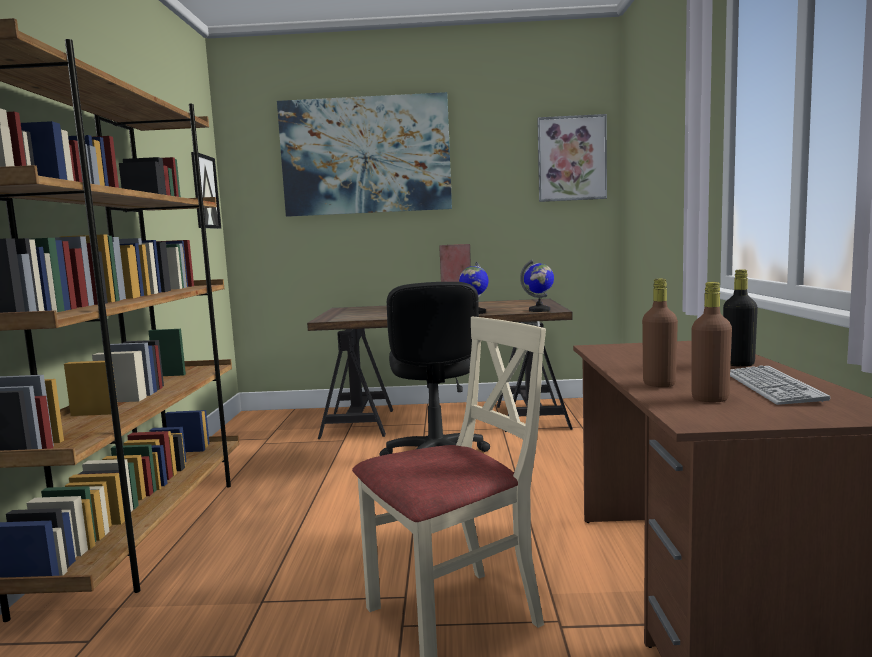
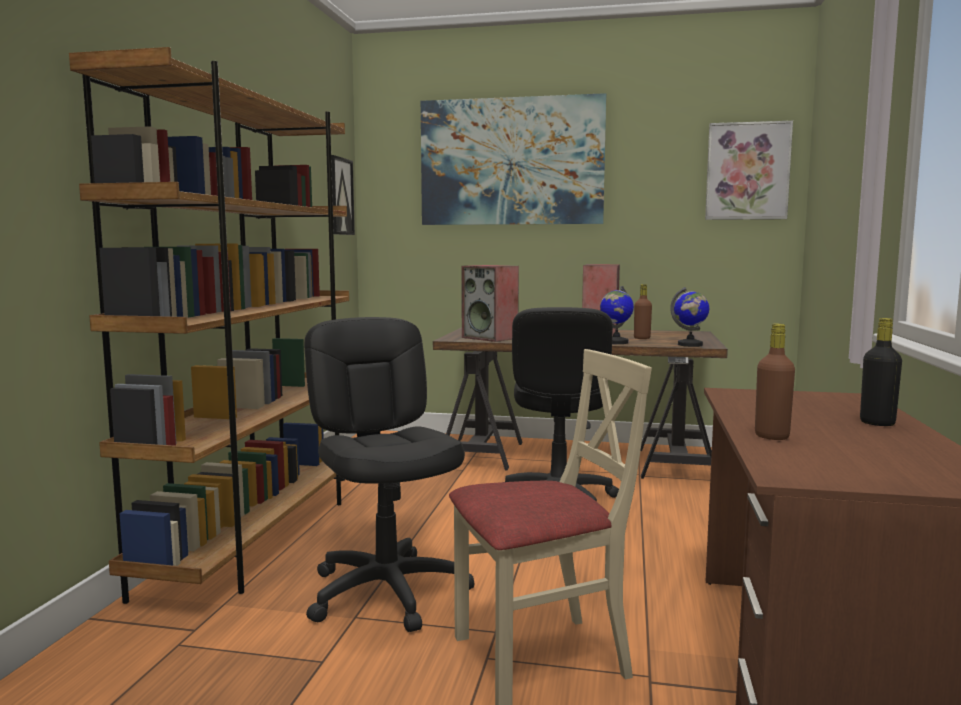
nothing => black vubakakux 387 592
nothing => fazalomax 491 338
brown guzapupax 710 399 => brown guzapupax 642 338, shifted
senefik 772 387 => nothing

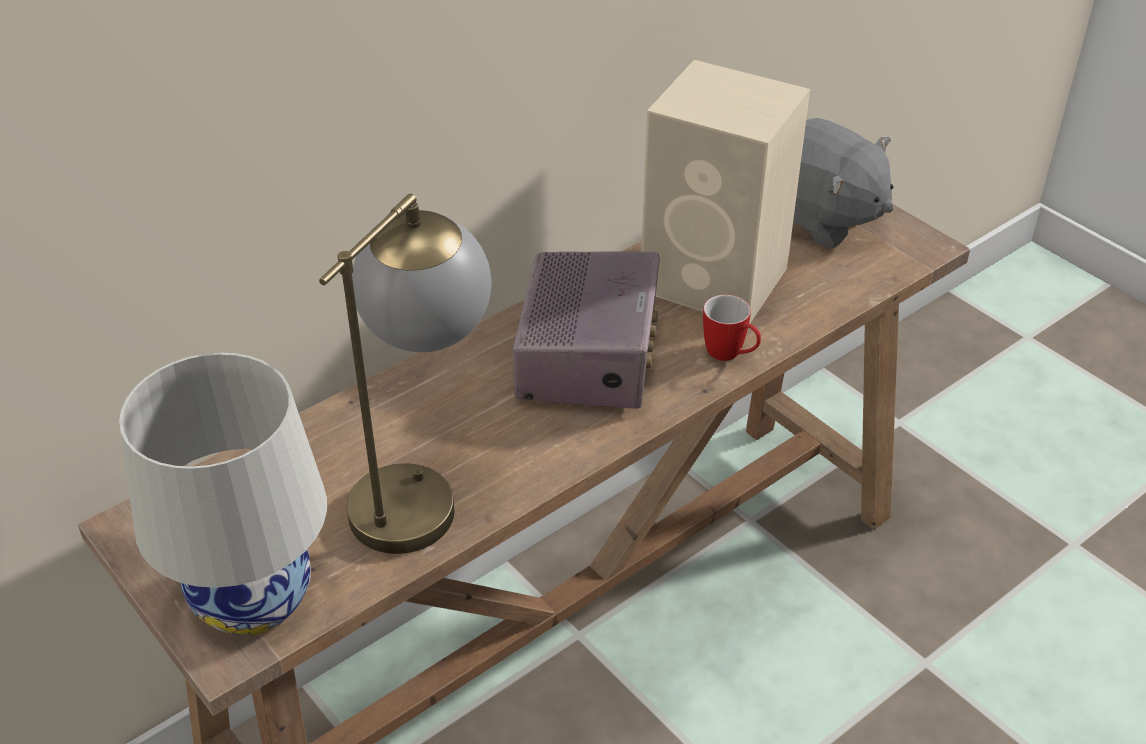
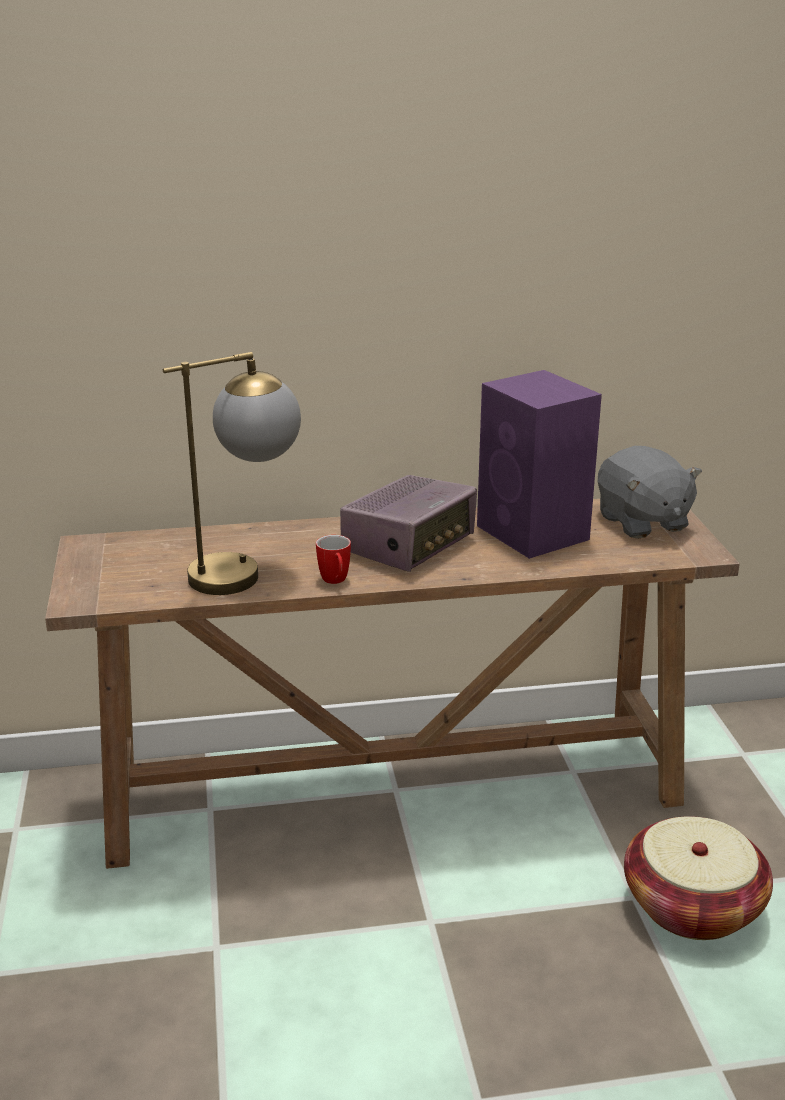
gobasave 730 355 => gobasave 335 582, shifted
beige fazalomax 717 280 => purple fazalomax 534 534
nothing => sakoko 692 906
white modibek 253 598 => nothing

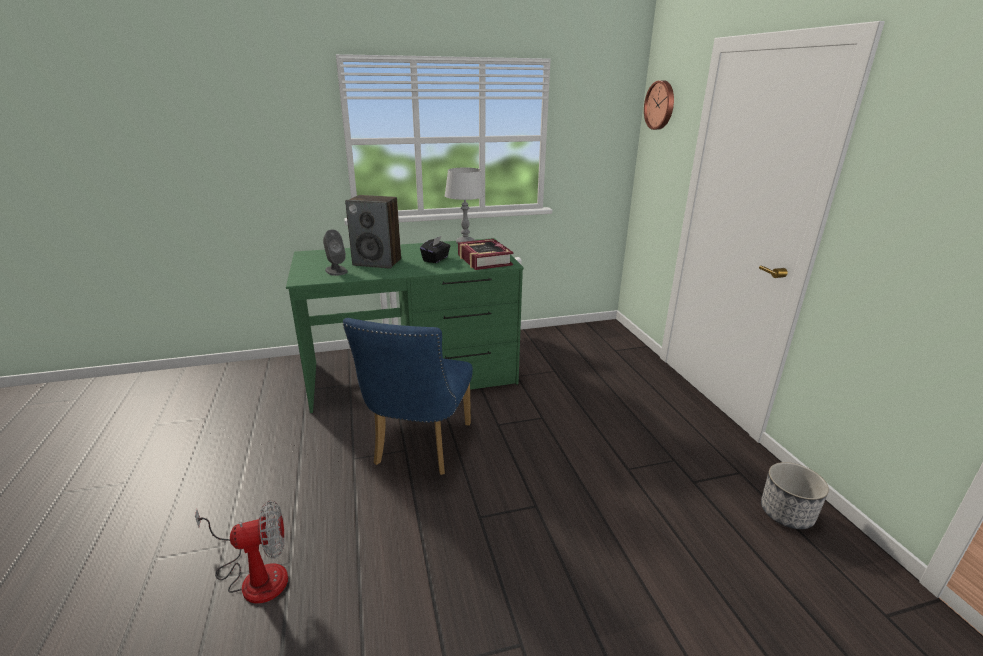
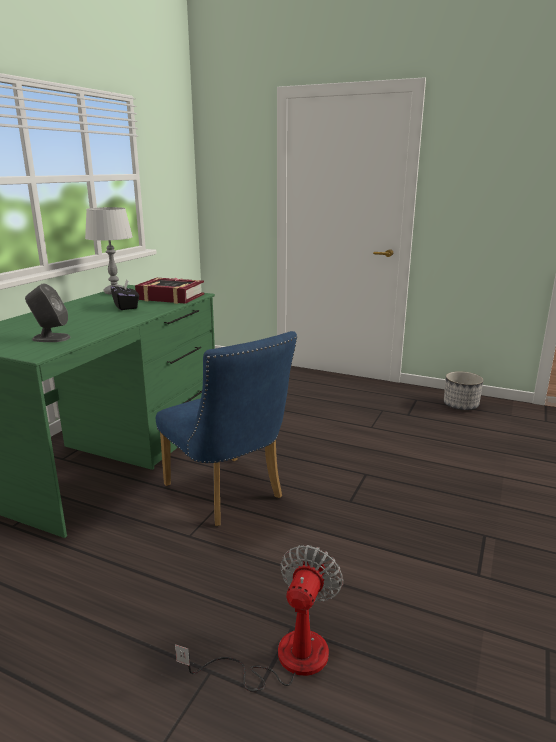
fazalomax 378 262 => nothing
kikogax 660 105 => nothing

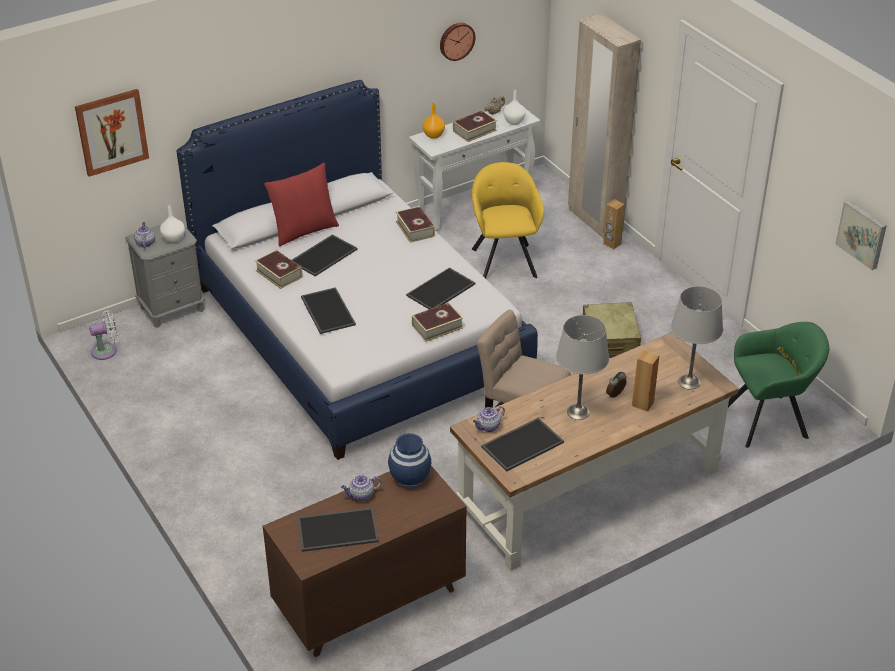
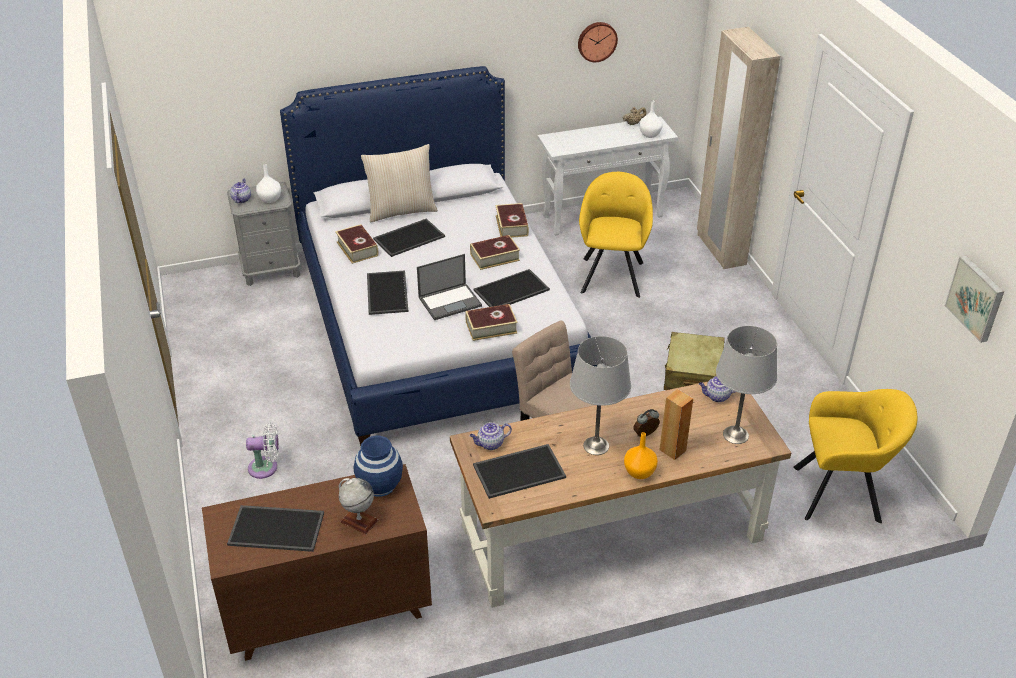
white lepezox 107 351 => white lepezox 266 467, shifted
nothing => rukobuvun 359 521
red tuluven 303 230 => beige tuluven 401 210
nothing => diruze 450 301
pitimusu 474 131 => pitimusu 494 257, shifted
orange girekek 434 135 => orange girekek 640 472, shifted
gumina 361 495 => gumina 717 396, shifted
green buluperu 769 420 => yellow buluperu 842 494
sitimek 112 132 => nothing
brown fazalomax 612 244 => nothing

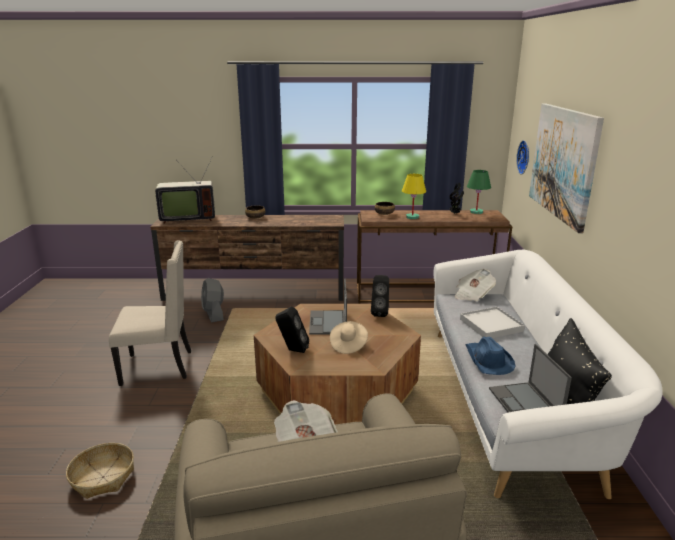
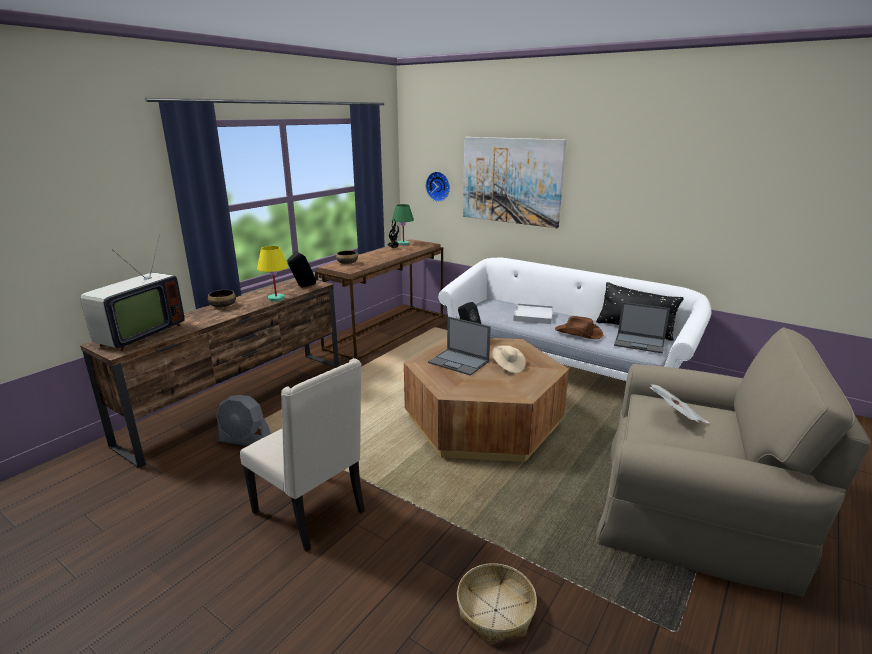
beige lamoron 159 367 => beige lamoron 312 512, 105 degrees clockwise
yellow modibek 412 217 => yellow modibek 276 298, shifted
black fazalomax 292 350 => black fazalomax 302 287, shifted
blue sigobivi 488 360 => brown sigobivi 579 333
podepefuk 472 295 => nothing

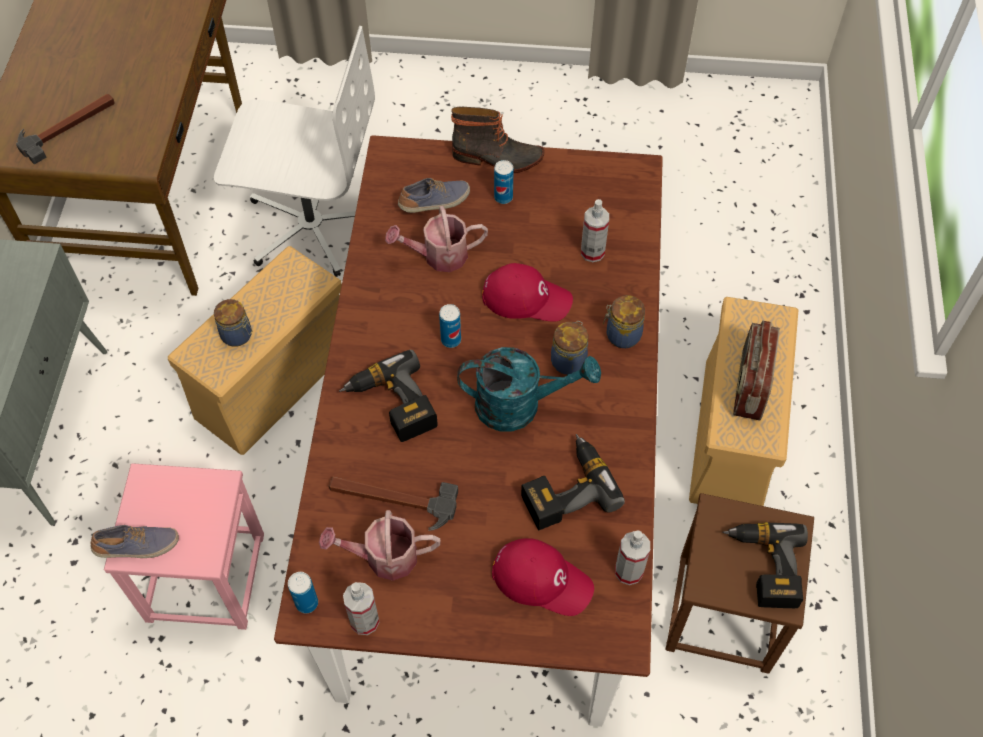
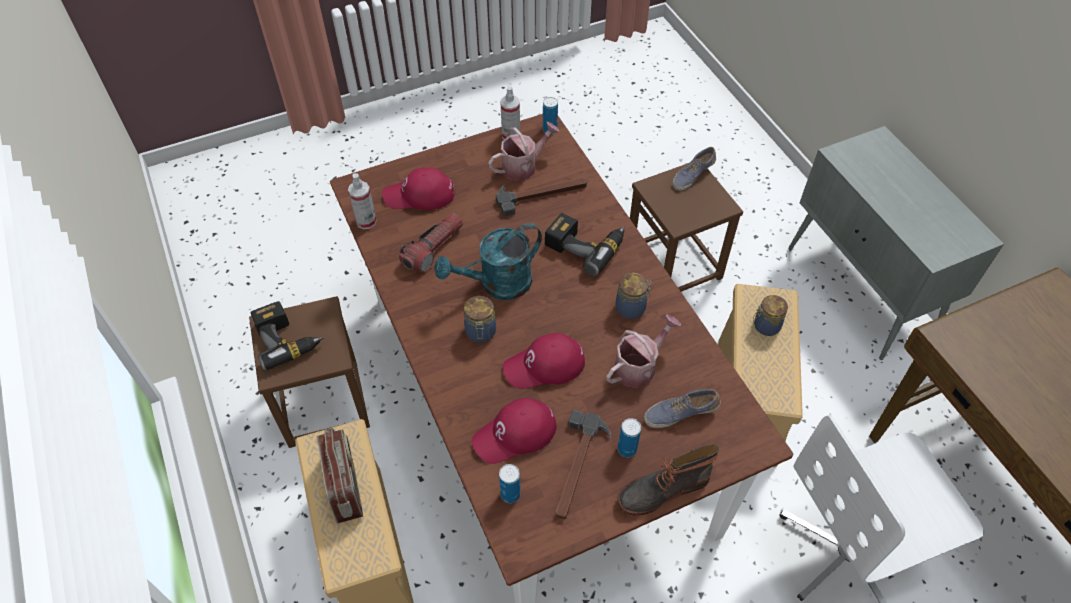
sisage 565 488 => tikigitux 433 248
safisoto 592 252 => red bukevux 515 434
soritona 451 340 => soritona 510 494, shifted
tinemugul 68 127 => tinemugul 577 467, shifted
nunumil 621 335 => nunumil 631 308, shifted
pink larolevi 204 576 => brown larolevi 674 265
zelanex 435 203 => zelanex 680 413, 45 degrees clockwise

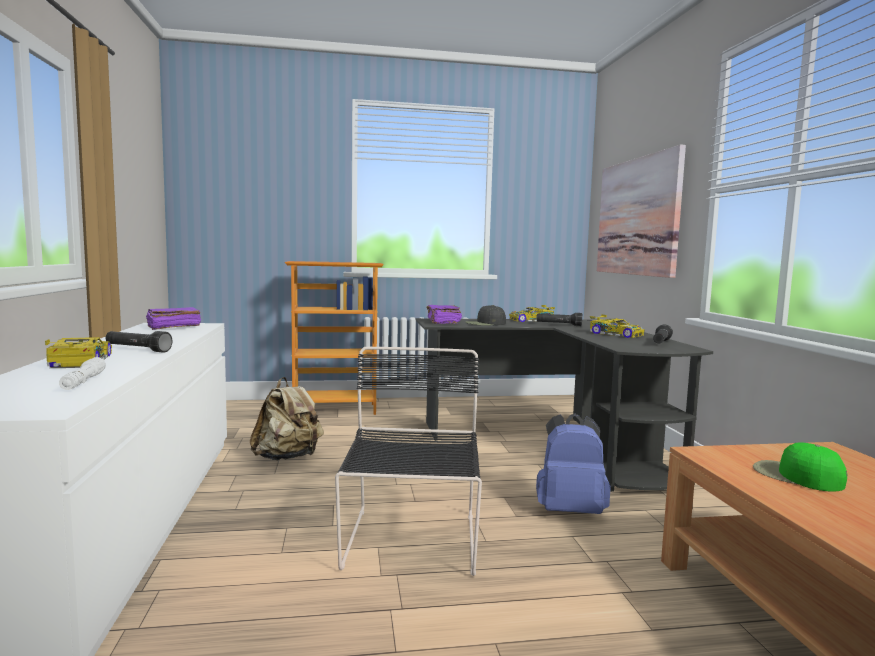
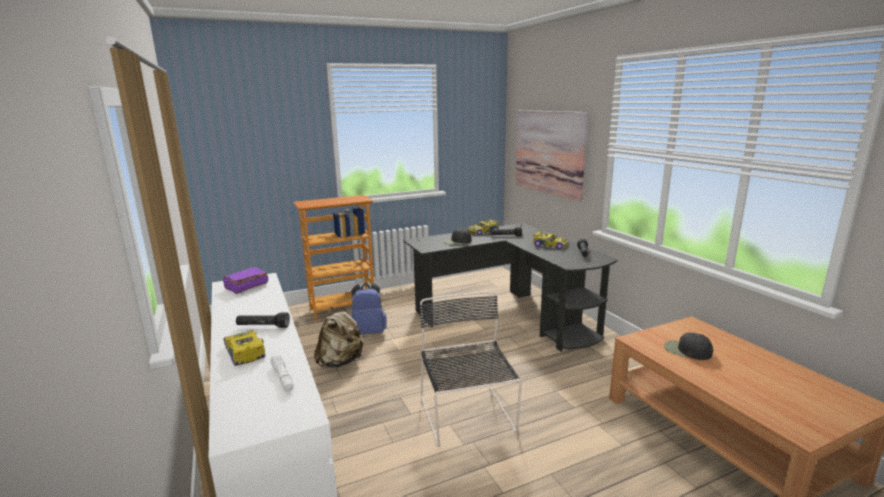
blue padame 570 510 => blue padame 368 332, shifted
green bukevux 796 476 => black bukevux 686 350
purple pitimusu 443 321 => nothing

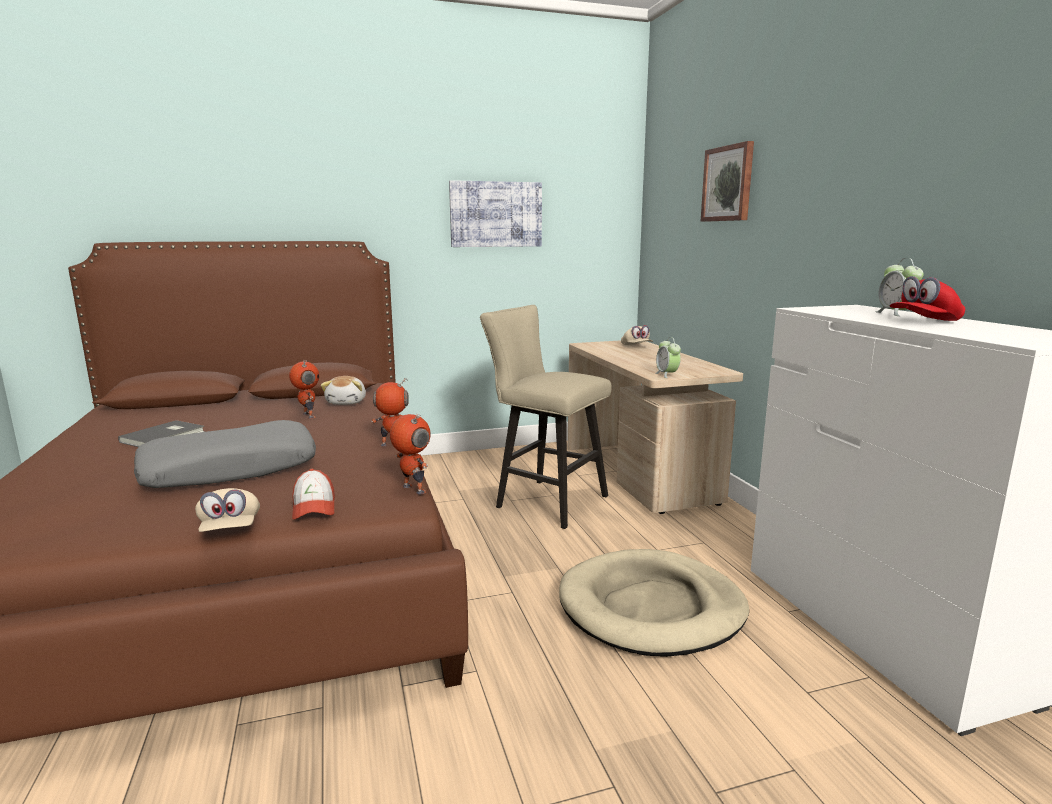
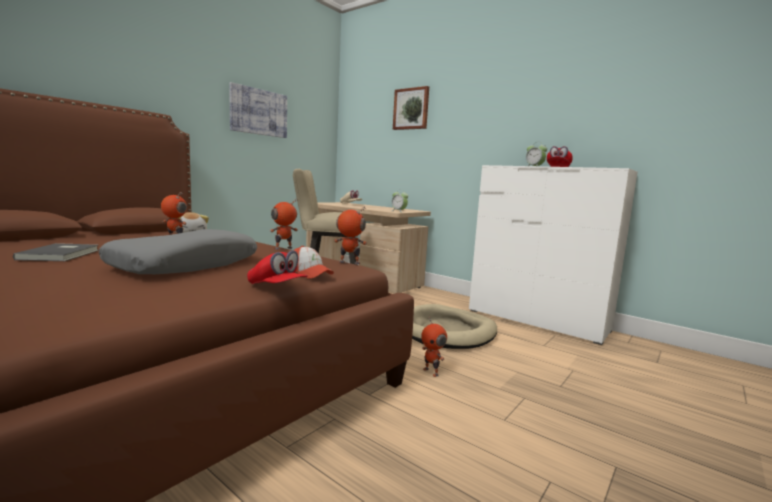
beige bukevux 230 530 => red bukevux 277 287
nothing => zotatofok 431 372

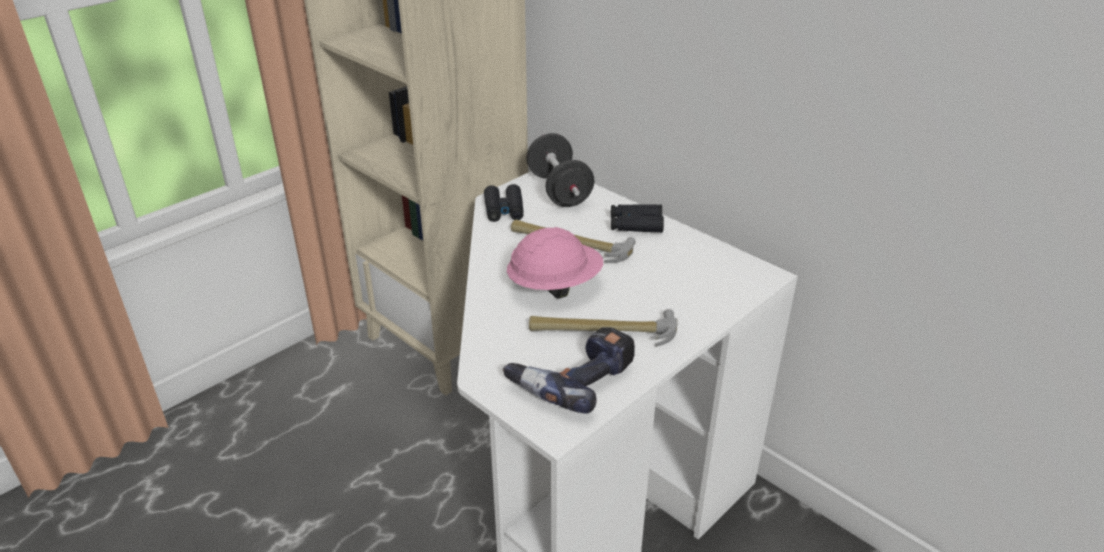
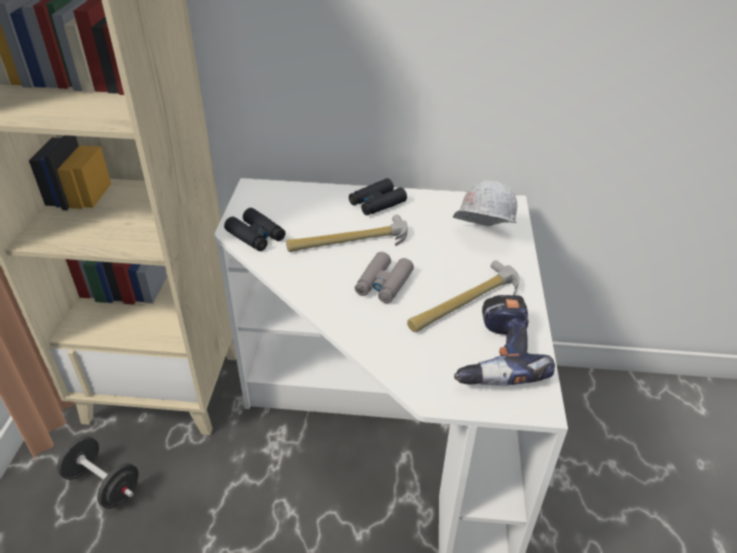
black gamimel 559 190 => black gamimel 103 484, shifted
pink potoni 555 286 => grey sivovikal 383 284
nothing => white potoni 480 238

